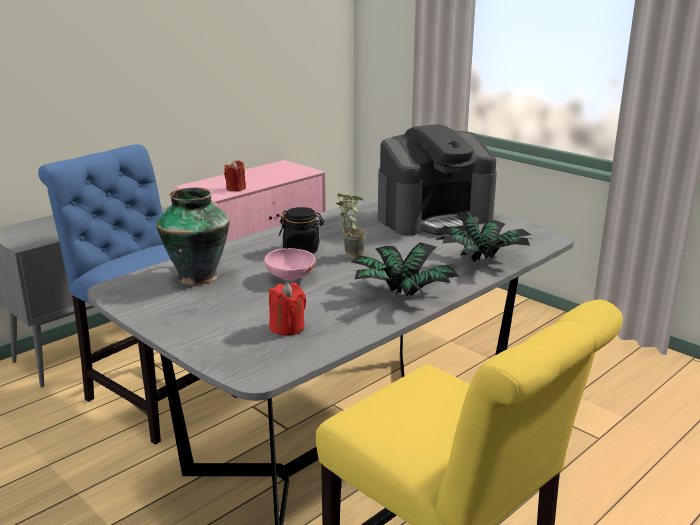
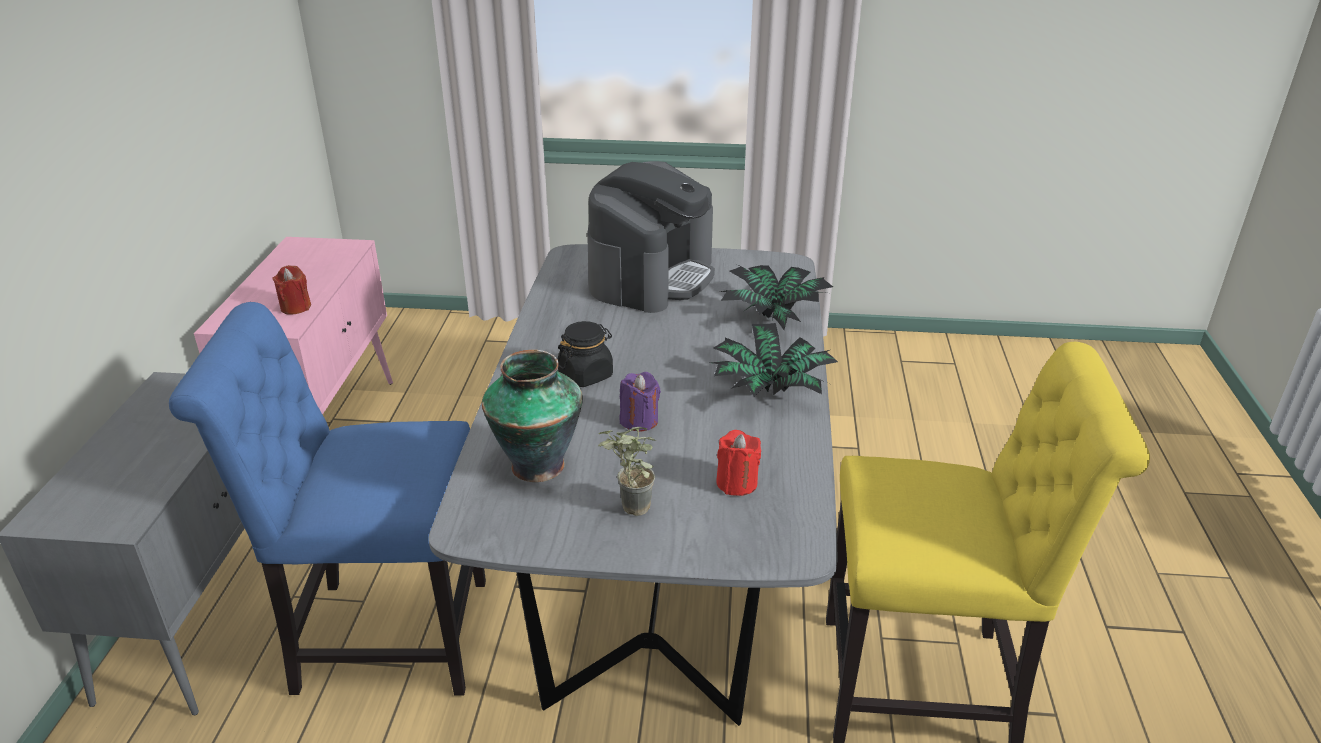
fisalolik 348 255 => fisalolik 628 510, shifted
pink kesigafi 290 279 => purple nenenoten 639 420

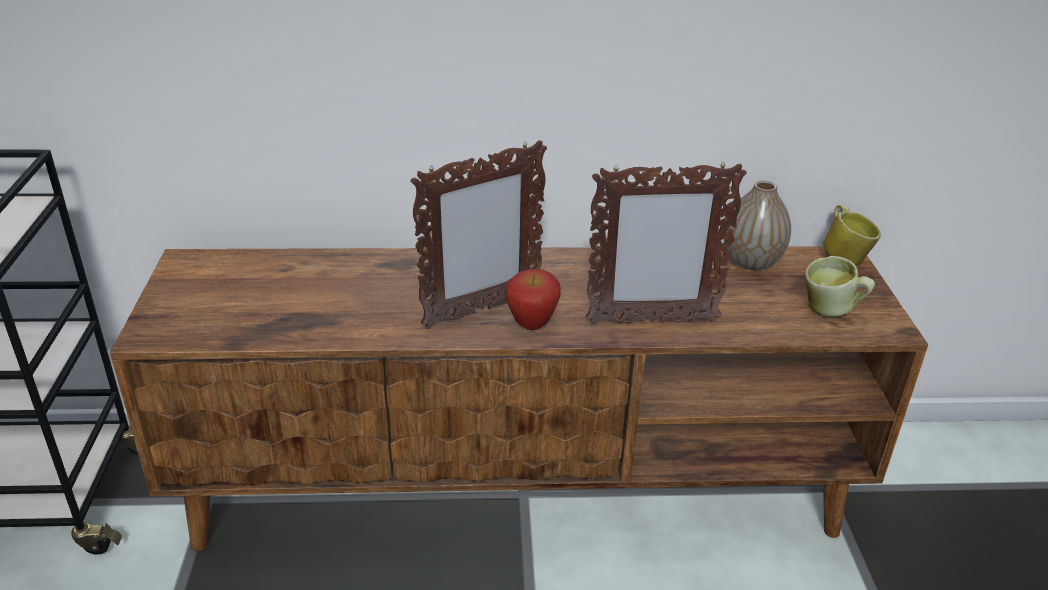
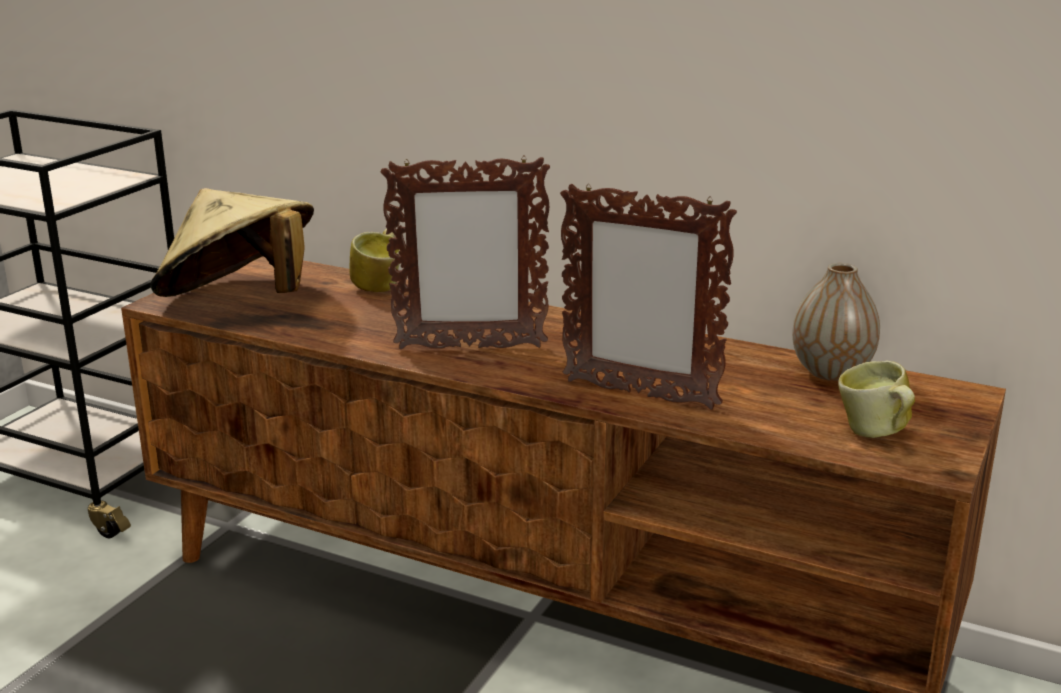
nothing => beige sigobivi 239 302
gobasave 844 257 => gobasave 380 286, shifted
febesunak 531 325 => nothing

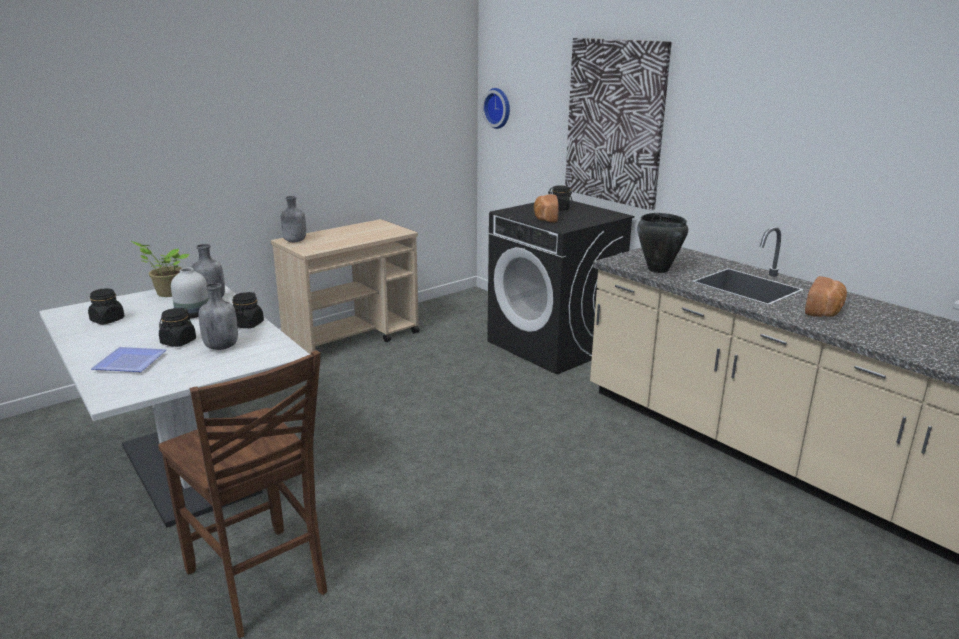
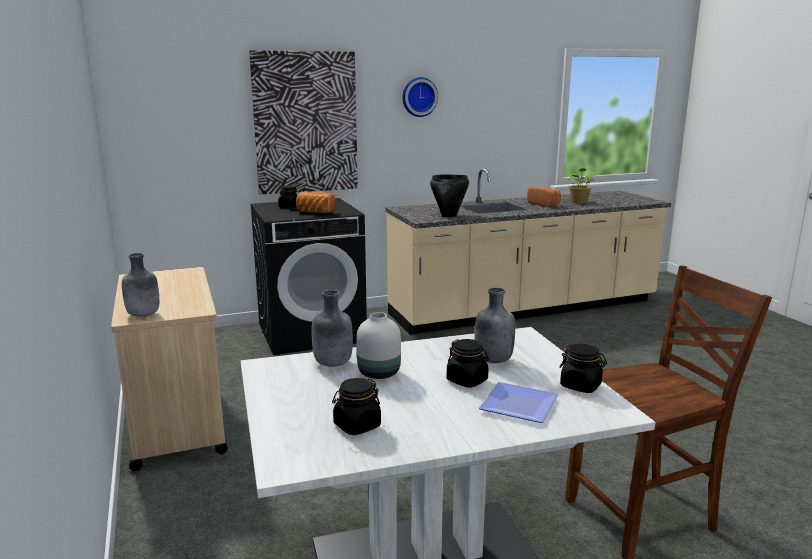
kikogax 498 108 => kikogax 419 97, shifted
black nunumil 247 324 => black nunumil 581 386, shifted
fisalolik 167 293 => fisalolik 579 202, shifted

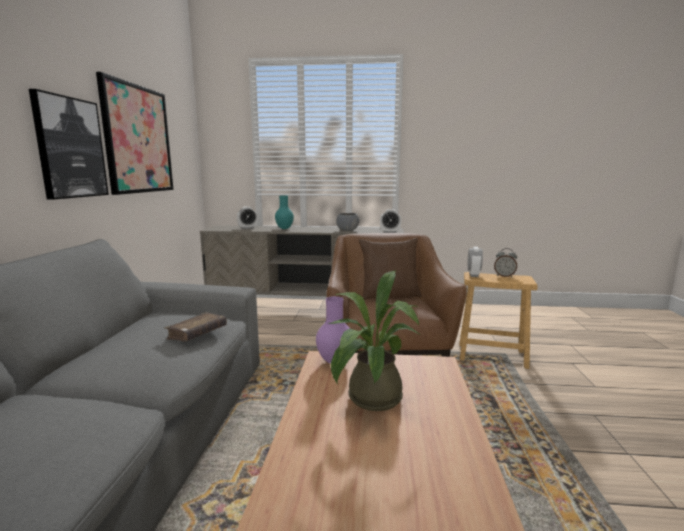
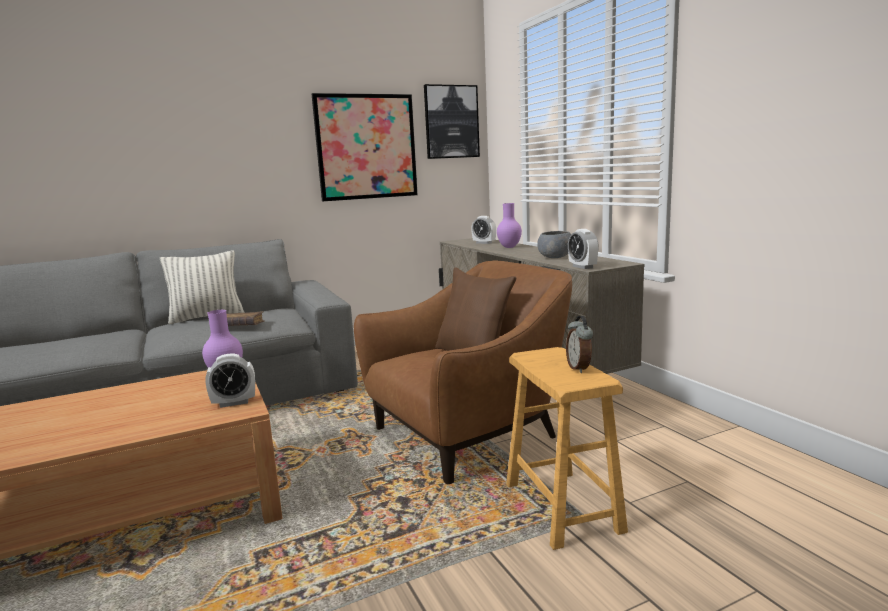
nothing => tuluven 207 317
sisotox 473 275 => sisotox 234 403, shifted
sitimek 70 148 => sitimek 451 122, shifted
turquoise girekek 284 228 => purple girekek 508 247
fisalolik 370 401 => nothing

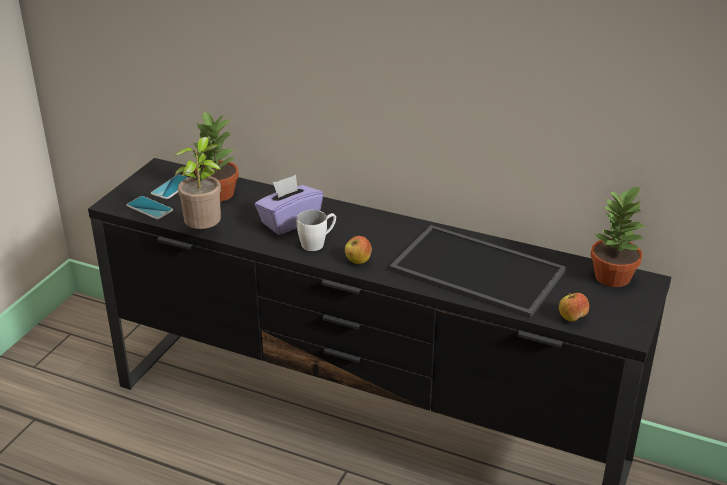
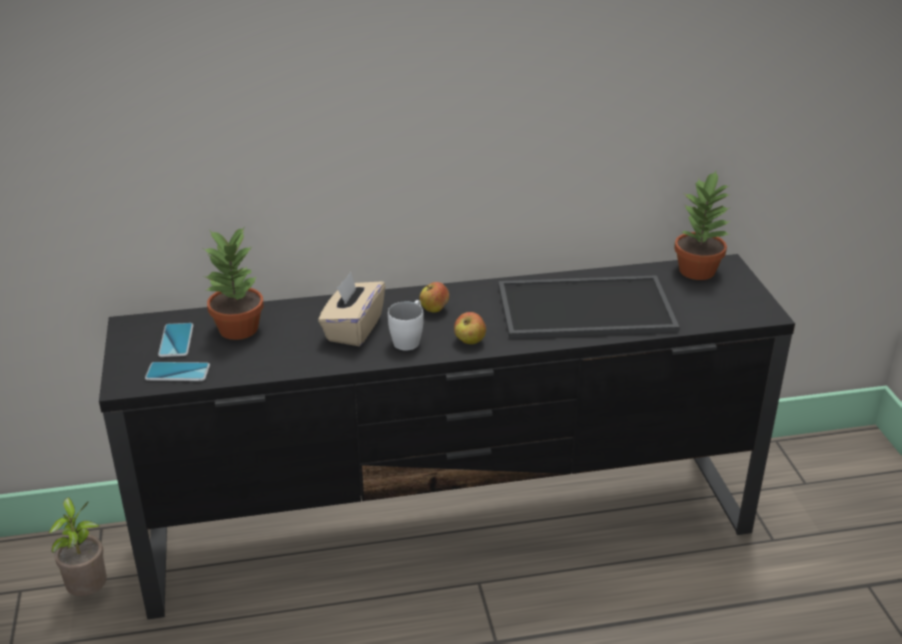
fisalolik 205 231 => fisalolik 89 591, shifted
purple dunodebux 289 221 => beige dunodebux 353 329
febesunak 572 318 => febesunak 434 309, shifted

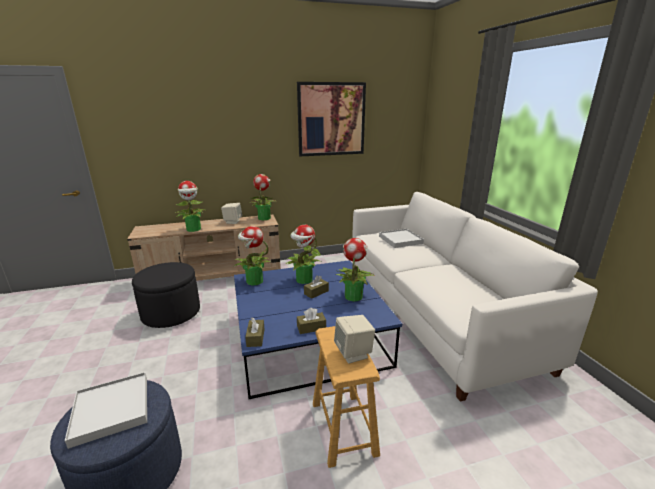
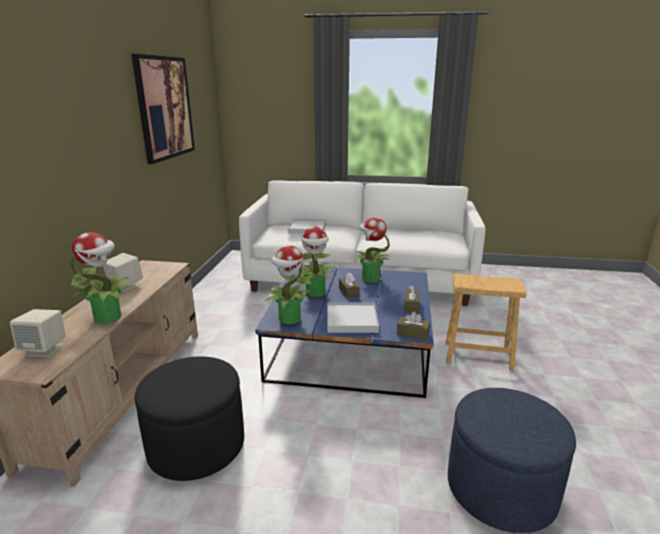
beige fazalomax 353 353 => beige fazalomax 45 350, shifted
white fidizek 111 410 => white fidizek 352 320, shifted
fisalolik 264 218 => nothing

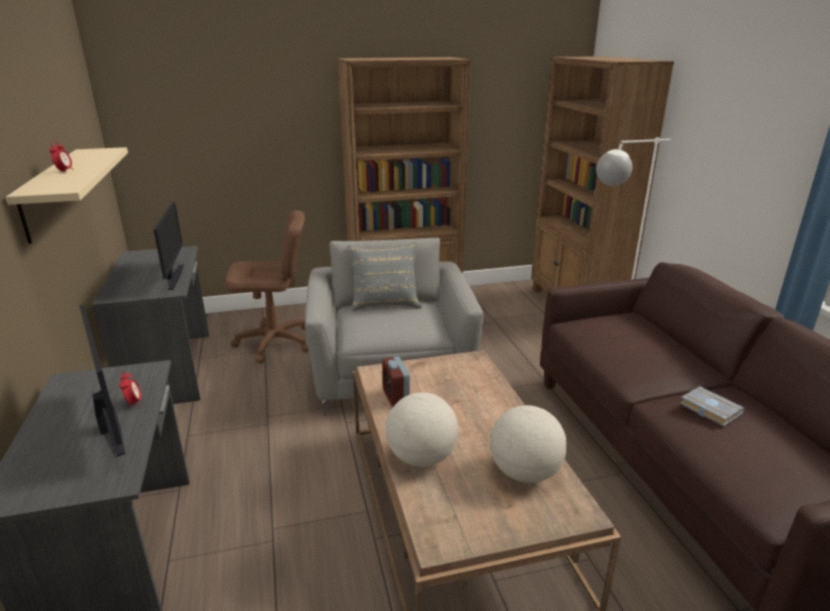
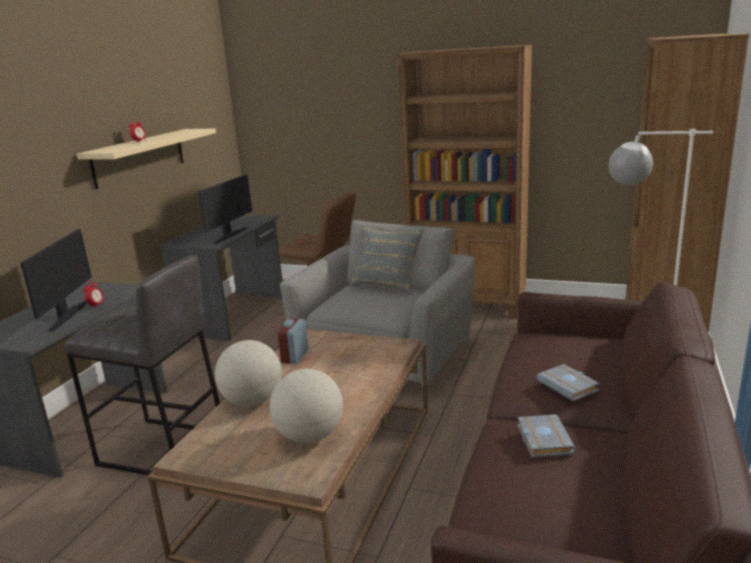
nothing => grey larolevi 163 449
nothing => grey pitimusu 569 386

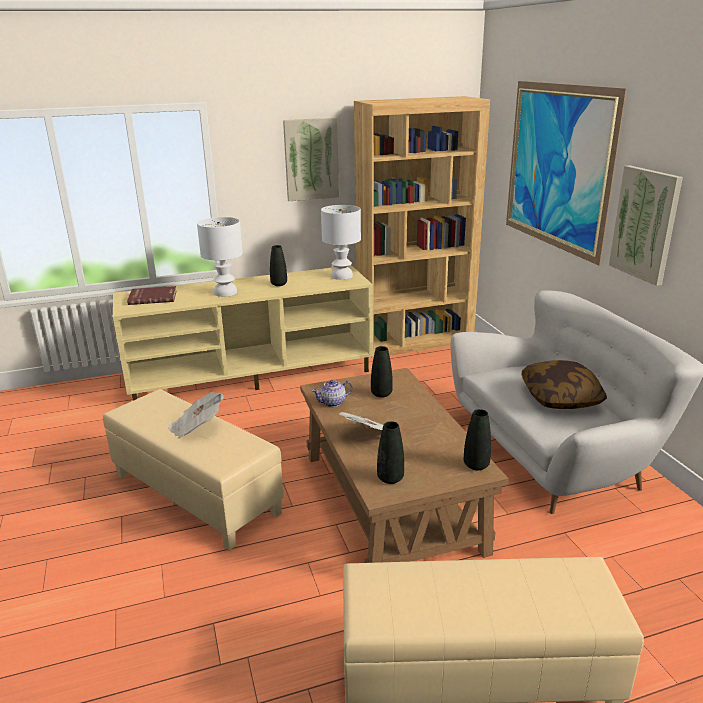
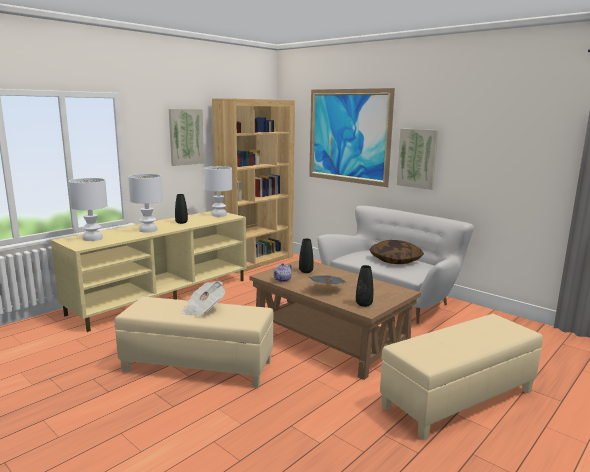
red pitimusu 153 297 => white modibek 92 238
black girekek 476 465 => nothing

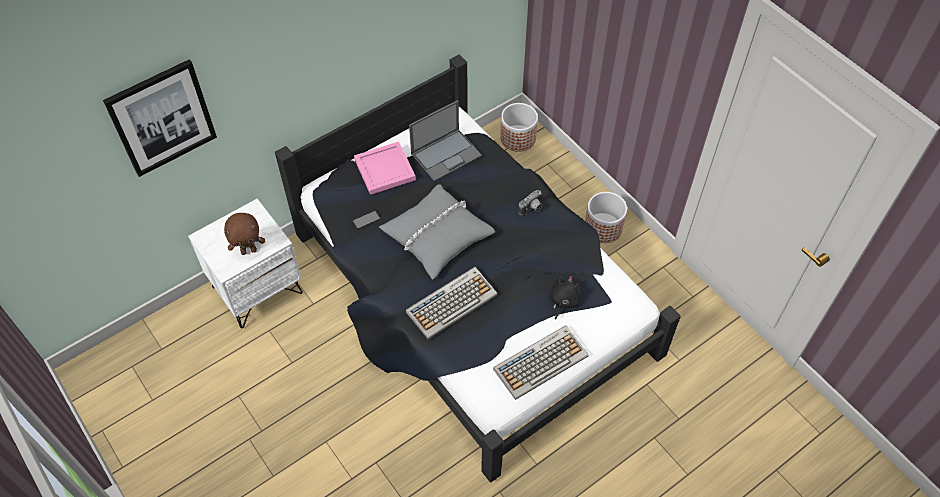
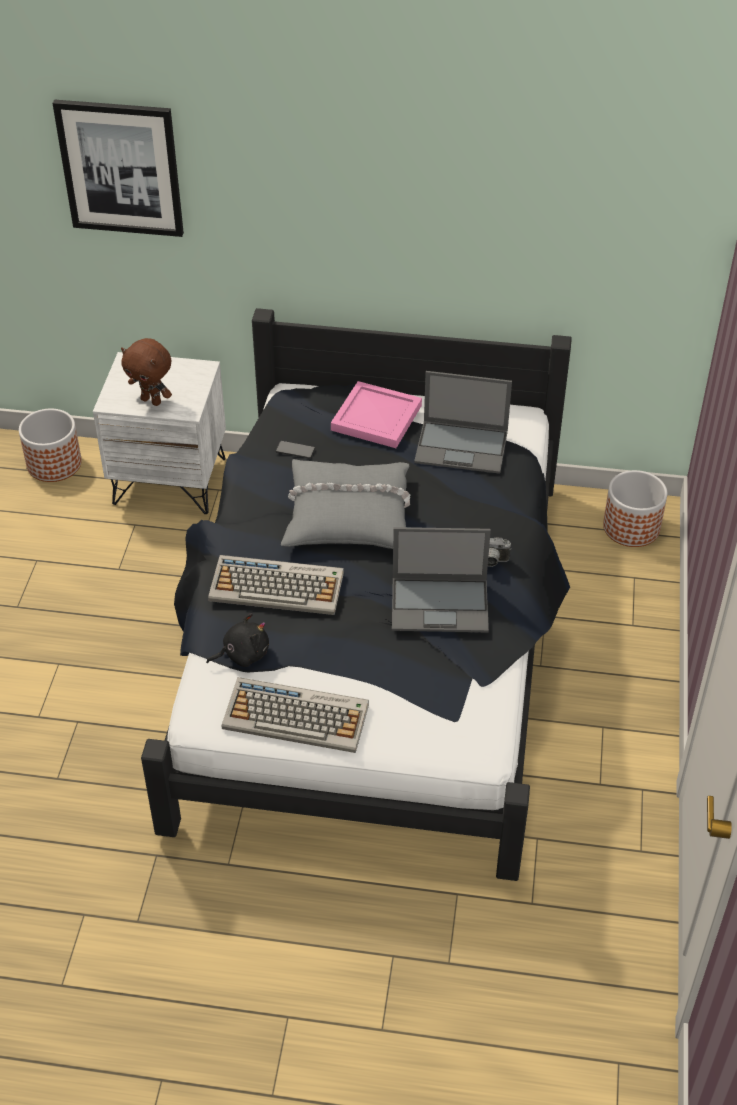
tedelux 603 227 => tedelux 55 464, shifted
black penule 563 301 => black penule 243 654, shifted
nothing => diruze 441 604

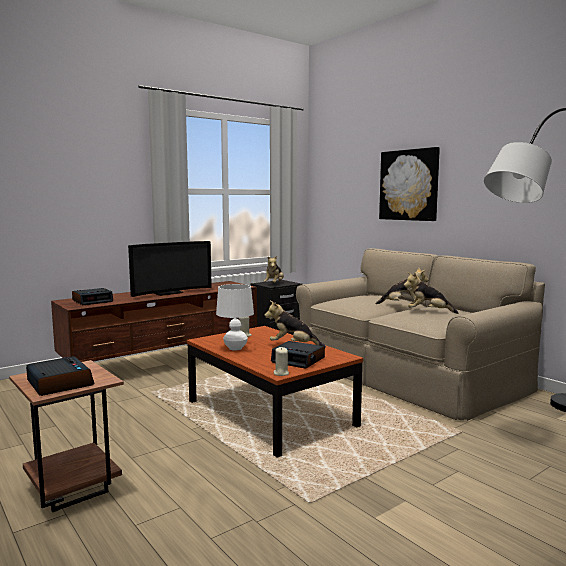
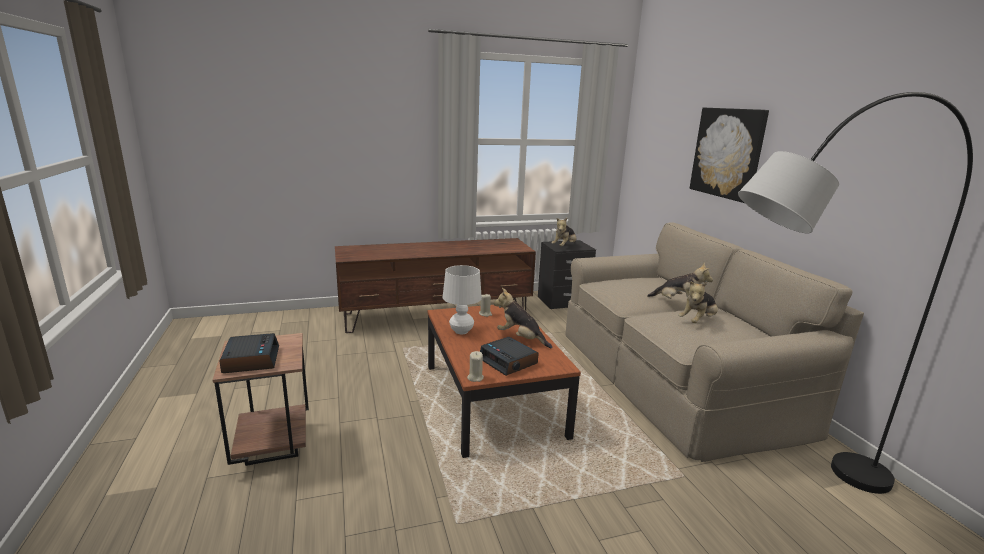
penule 428 312 => penule 698 321, 75 degrees counterclockwise
sisotox 93 301 => nothing
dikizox 168 293 => nothing

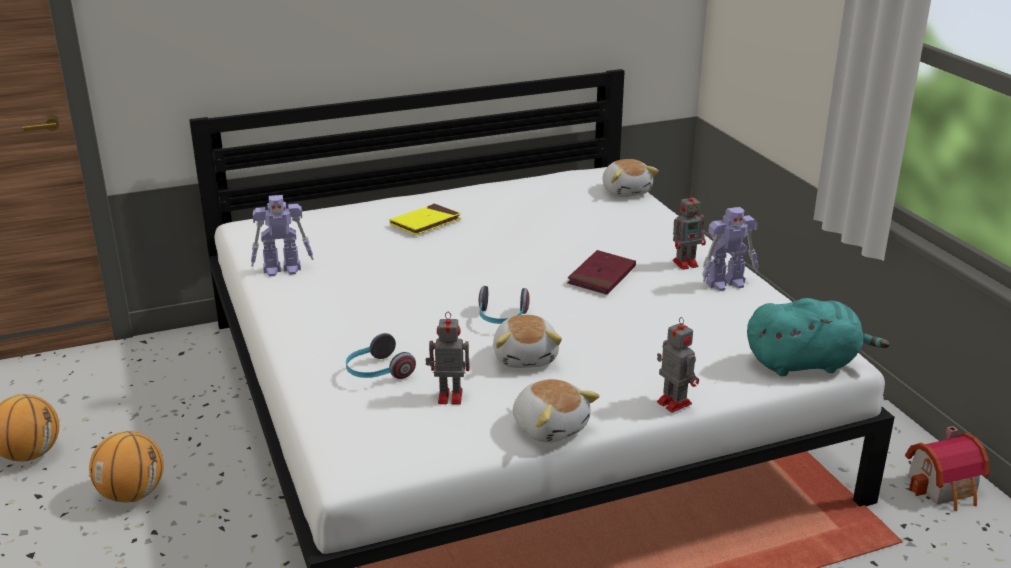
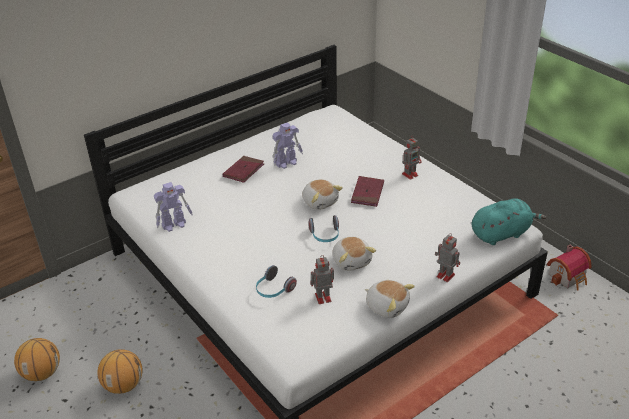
yellow pitimusu 425 223 => red pitimusu 243 171
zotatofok 727 283 => zotatofok 287 163, shifted
penule 626 191 => penule 320 201, shifted

